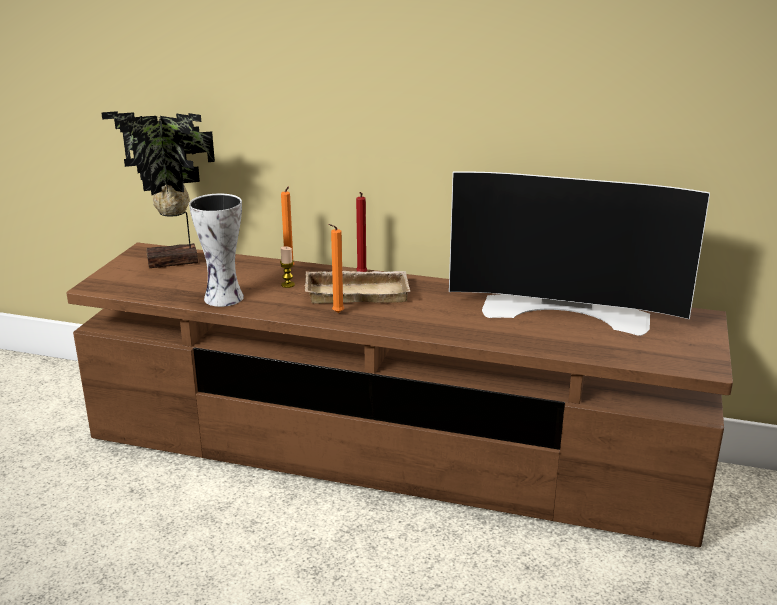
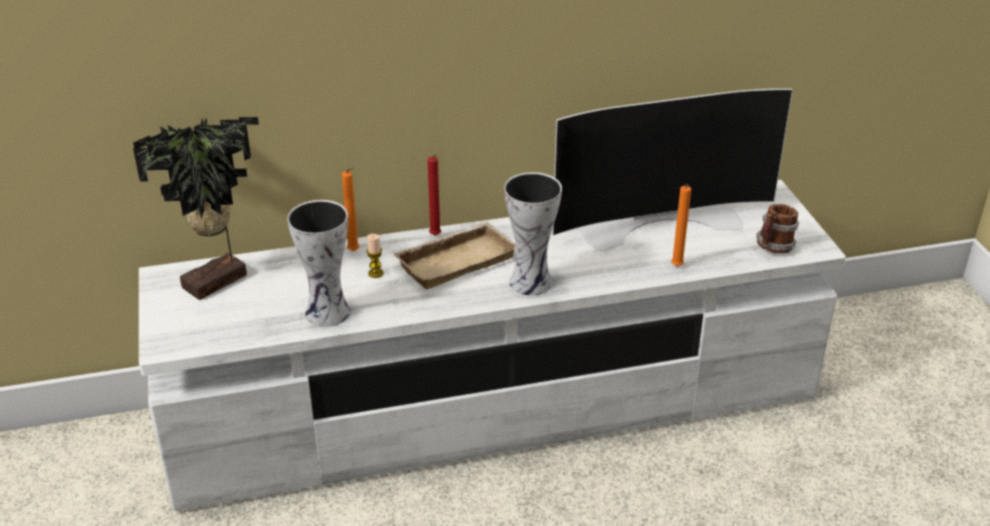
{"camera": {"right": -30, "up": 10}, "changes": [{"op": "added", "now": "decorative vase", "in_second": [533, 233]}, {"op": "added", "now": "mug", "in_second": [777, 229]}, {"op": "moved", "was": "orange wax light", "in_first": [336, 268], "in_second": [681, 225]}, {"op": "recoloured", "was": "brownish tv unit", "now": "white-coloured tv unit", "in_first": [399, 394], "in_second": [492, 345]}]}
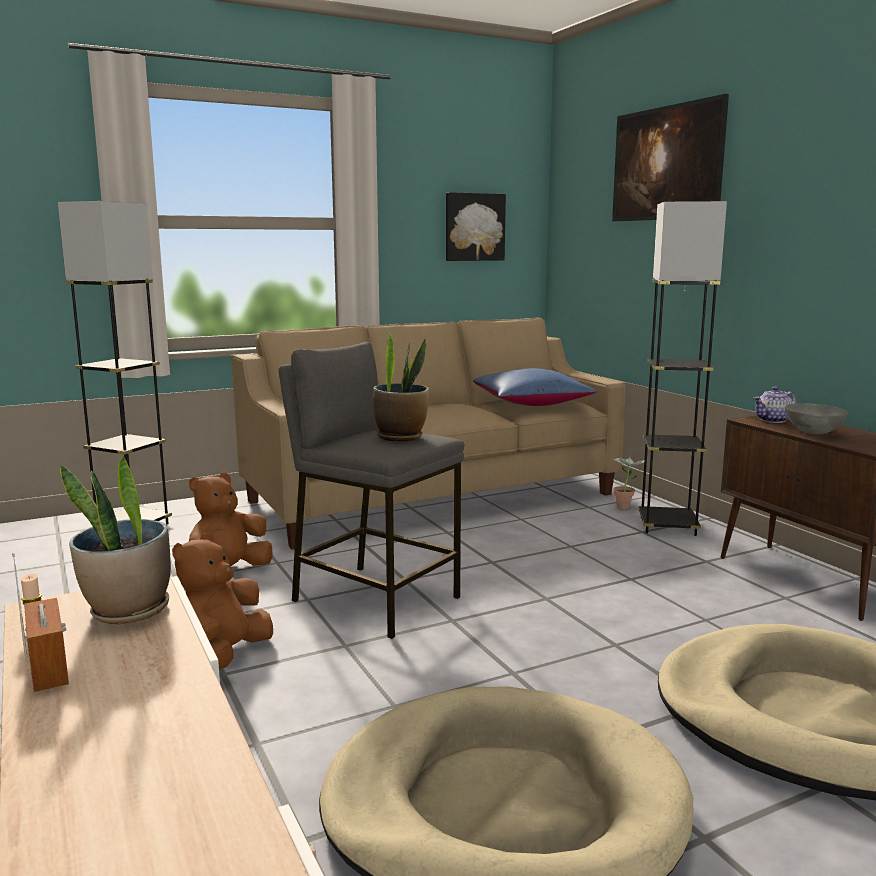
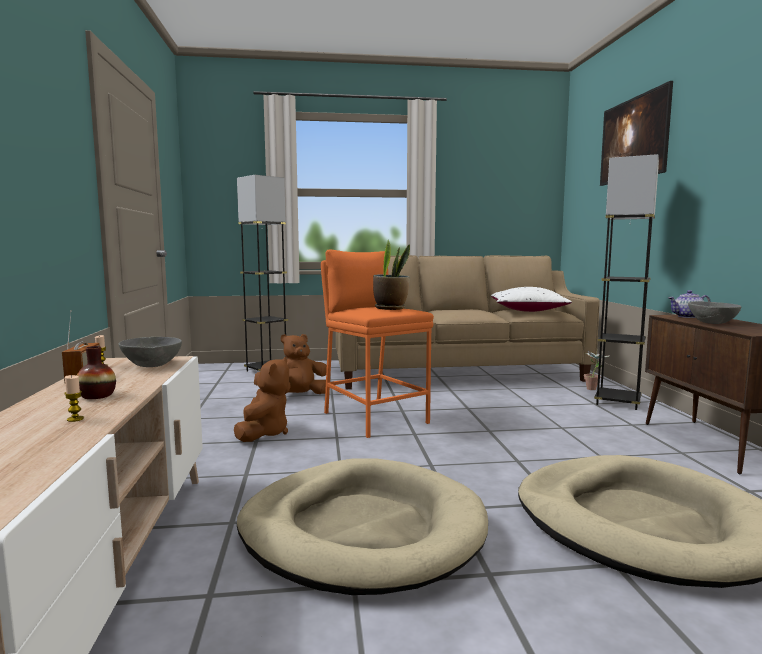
{"camera": {"right": 20, "up": -5}, "changes": [{"op": "removed", "was": "wall picture", "in_first": [476, 226]}, {"op": "added", "now": "wax light", "in_second": [74, 398]}, {"op": "added", "now": "decorative vase", "in_second": [96, 372]}, {"op": "replaced", "was": "plant in a pot", "now": "greyish serving bowl", "in_first": [115, 539], "in_second": [150, 352]}, {"op": "recoloured", "was": "greyish stool seat", "now": "orange stool seat", "in_first": [372, 490], "in_second": [377, 344]}, {"op": "recoloured", "was": "blue-coloured throw pillow", "now": "white-coloured throw pillow", "in_first": [535, 387], "in_second": [531, 299]}, {"op": "turned", "was": "brownish cuddly toy", "in_first": [222, 601], "in_second": [261, 399], "clockwise": 150}]}
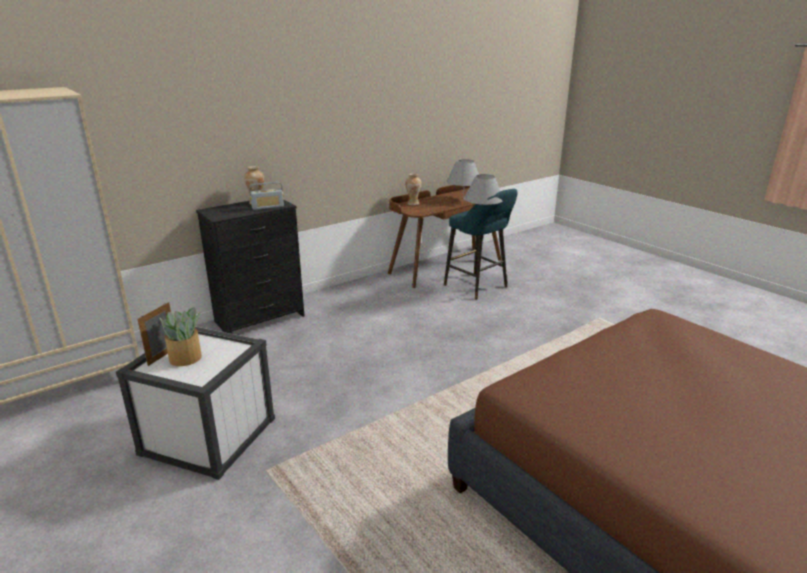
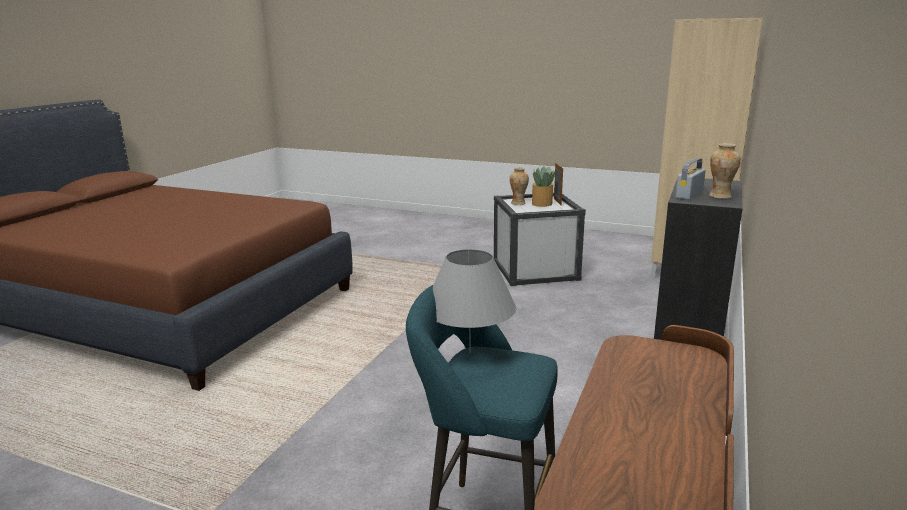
{"camera": {"right": 150, "up": -5}, "changes": [{"op": "removed", "was": "greyish table lamp", "in_first": [463, 179]}, {"op": "moved", "was": "decorative vase", "in_first": [413, 189], "in_second": [519, 186]}]}
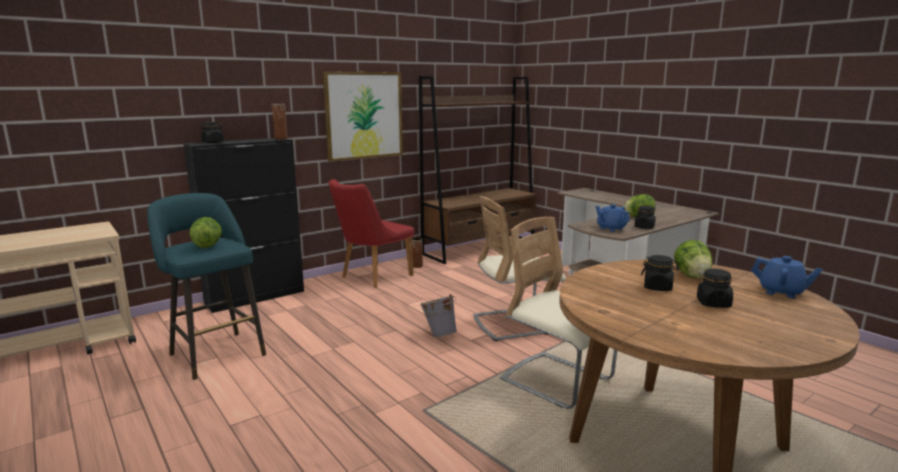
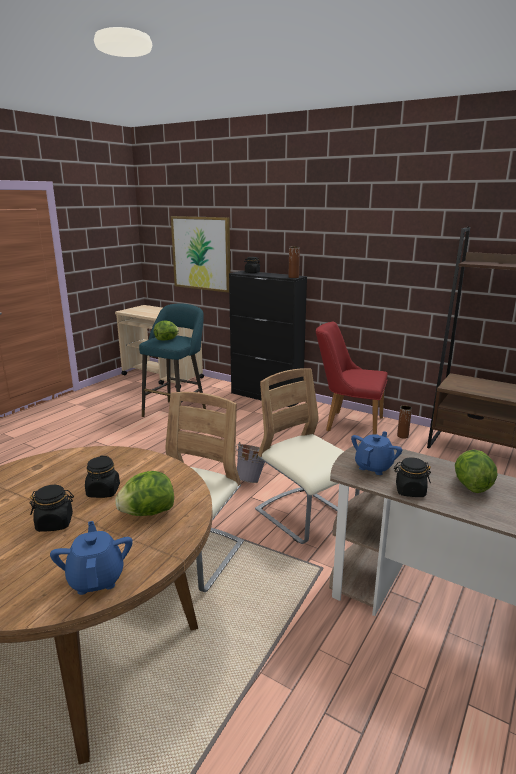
{"camera": {"right": 70, "up": 5}, "changes": [{"op": "moved", "was": "wall picture", "in_first": [363, 116], "in_second": [200, 254]}, {"op": "turned", "was": "blue-coloured teapot", "in_first": [787, 277], "in_second": [91, 558], "clockwise": 150}]}
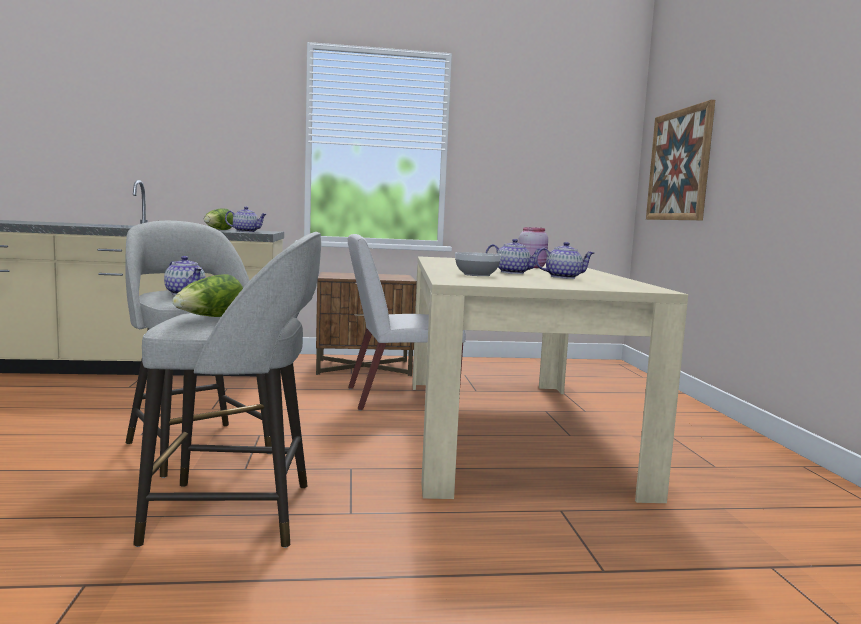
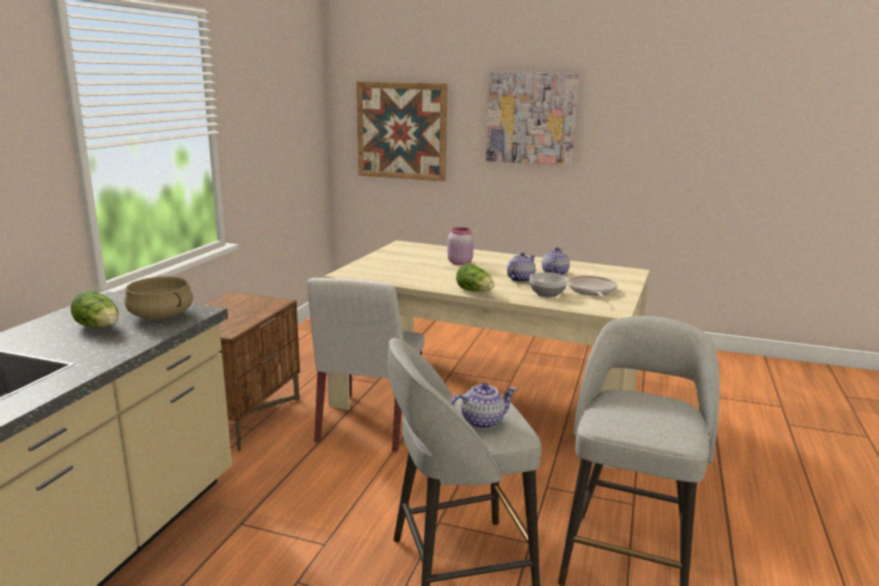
{"camera": {"right": -65, "up": 10}, "changes": [{"op": "added", "now": "wall picture", "in_second": [532, 119]}, {"op": "added", "now": "pan", "in_second": [593, 287]}, {"op": "moved", "was": "lettuce", "in_first": [207, 295], "in_second": [475, 277]}, {"op": "replaced", "was": "teapot", "now": "sand-coloured saucepot", "in_first": [246, 219], "in_second": [158, 297]}]}
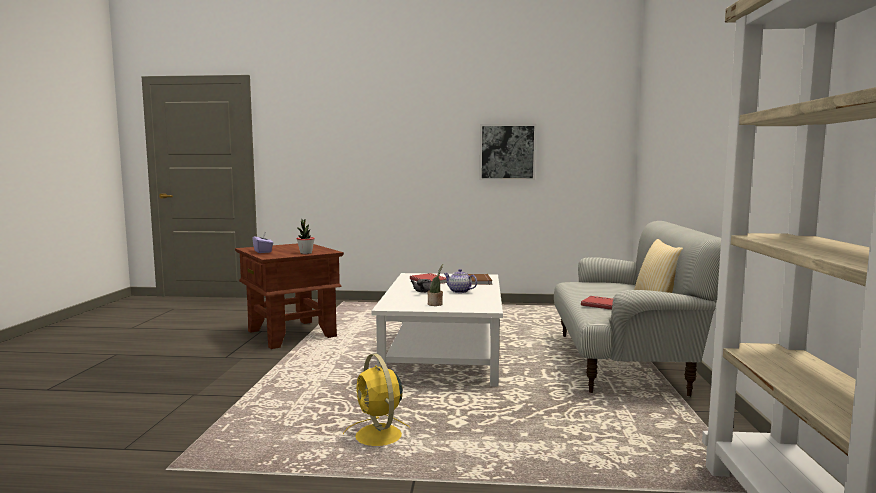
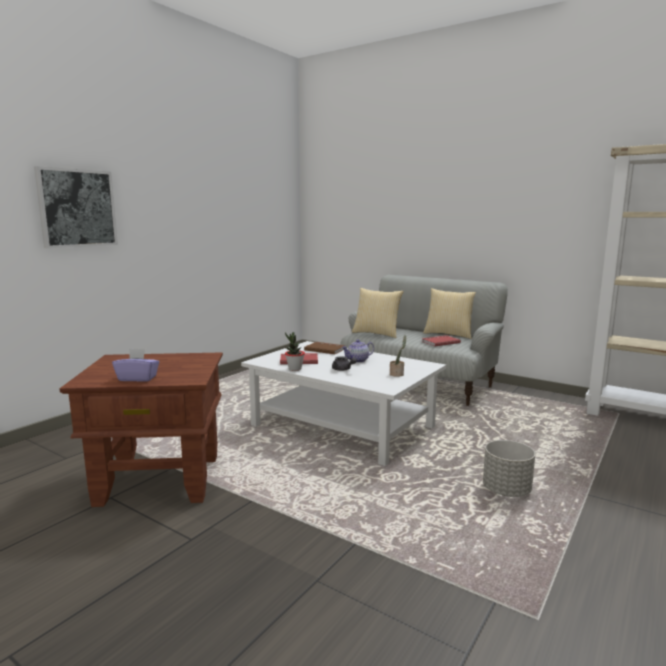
{"camera": {"right": -60, "up": 5}, "changes": [{"op": "added", "now": "throw pillow", "in_second": [378, 313]}, {"op": "moved", "was": "plant in a pot", "in_first": [306, 236], "in_second": [295, 351]}, {"op": "moved", "was": "wall picture", "in_first": [508, 152], "in_second": [76, 207]}, {"op": "replaced", "was": "yellow electric fan", "now": "greyish plant pot", "in_first": [377, 399], "in_second": [509, 468]}]}
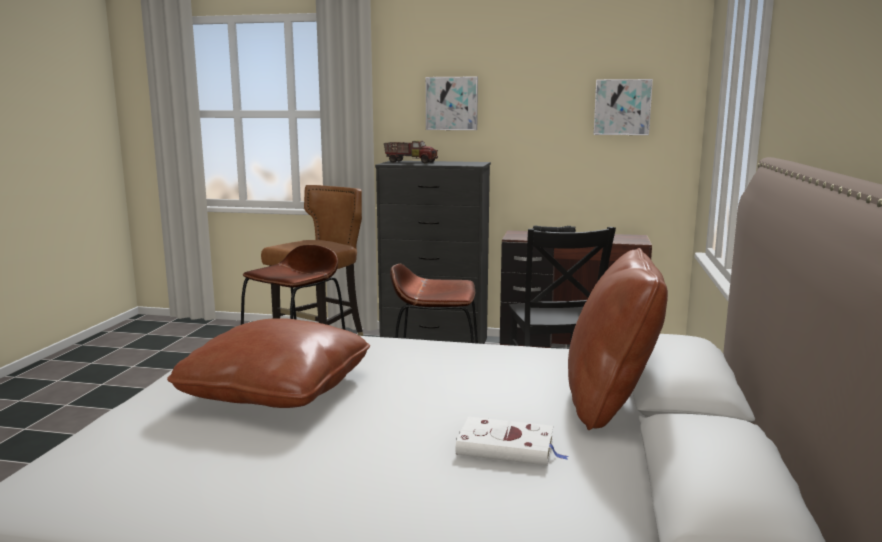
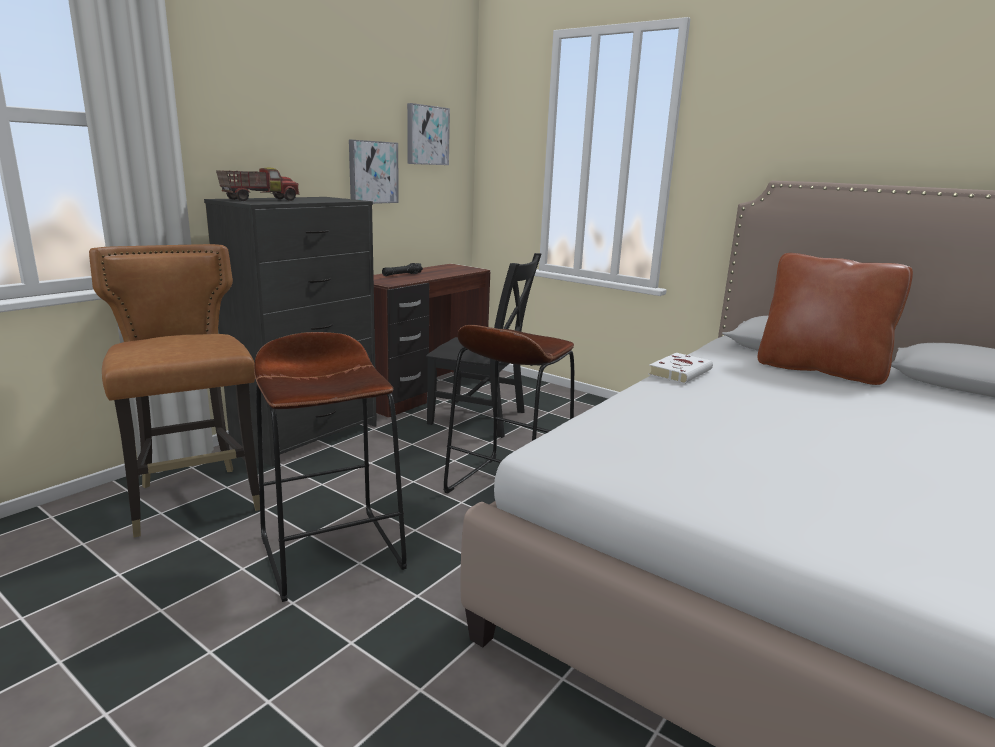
{"camera": {"right": -65, "up": 5}, "changes": [{"op": "removed", "was": "brownish throw pillow", "in_first": [268, 363]}, {"op": "moved", "was": "wall picture", "in_first": [452, 103], "in_second": [374, 172]}, {"op": "moved", "was": "white-coloured volume", "in_first": [512, 441], "in_second": [680, 368]}]}
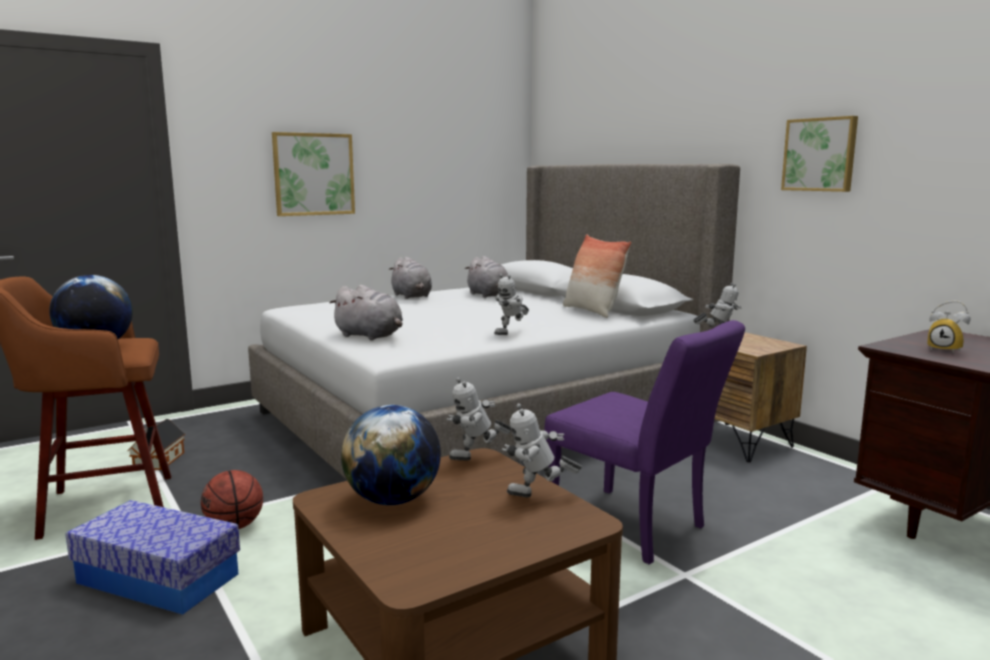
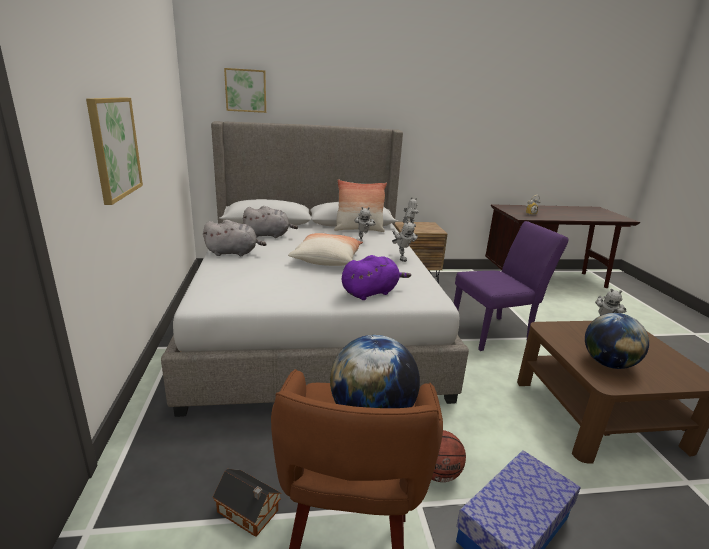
{"camera": {"right": -65, "up": 10}, "changes": [{"op": "added", "now": "throw pillow", "in_second": [325, 249]}, {"op": "moved", "was": "model robot", "in_first": [479, 419], "in_second": [365, 224]}, {"op": "moved", "was": "wall picture", "in_first": [819, 154], "in_second": [245, 90]}, {"op": "recoloured", "was": "greyish cuddly toy", "now": "purple cuddly toy", "in_first": [366, 312], "in_second": [376, 277]}]}
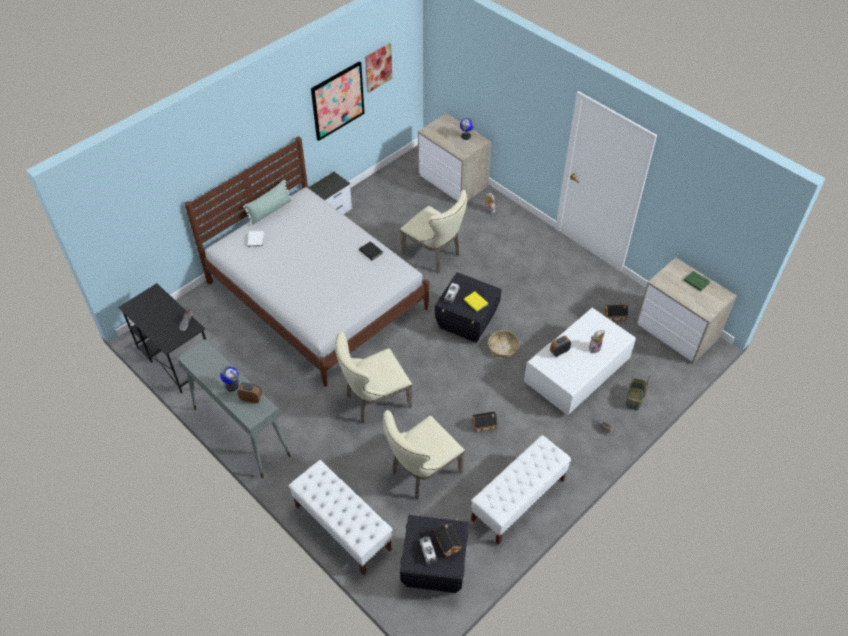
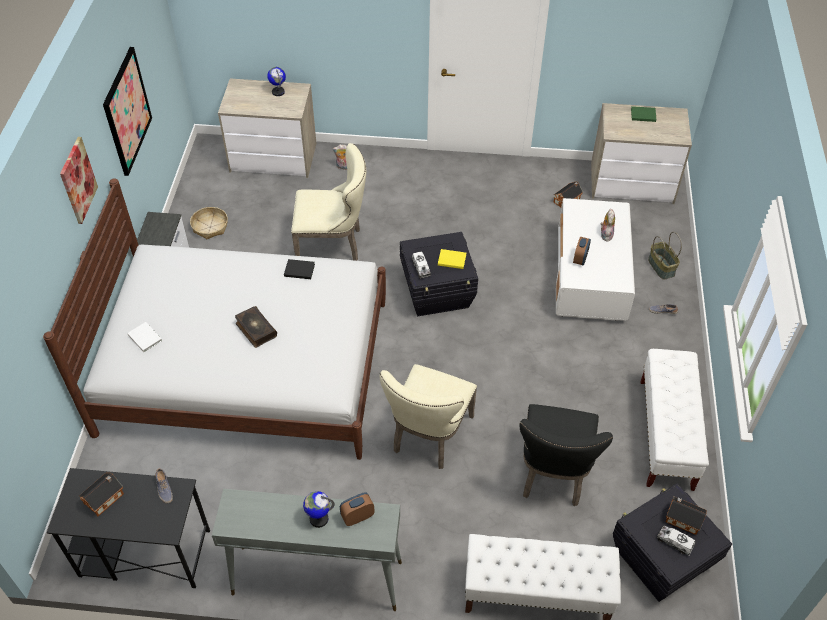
{"camera": {"right": -40, "up": 0}, "changes": [{"op": "removed", "was": "green-coloured throw pillow", "in_first": [267, 202]}, {"op": "added", "now": "volume", "in_second": [256, 327]}, {"op": "moved", "was": "wall picture", "in_first": [378, 68], "in_second": [79, 180]}, {"op": "moved", "was": "model house", "in_first": [485, 422], "in_second": [101, 494]}, {"op": "moved", "was": "storage basket", "in_first": [503, 345], "in_second": [209, 223]}, {"op": "recoloured", "was": "sand-coloured chair", "now": "blackish chair", "in_first": [424, 455], "in_second": [566, 455]}]}
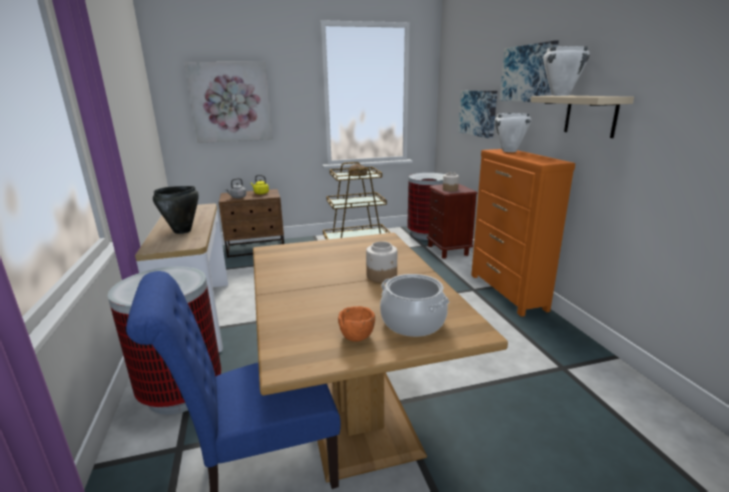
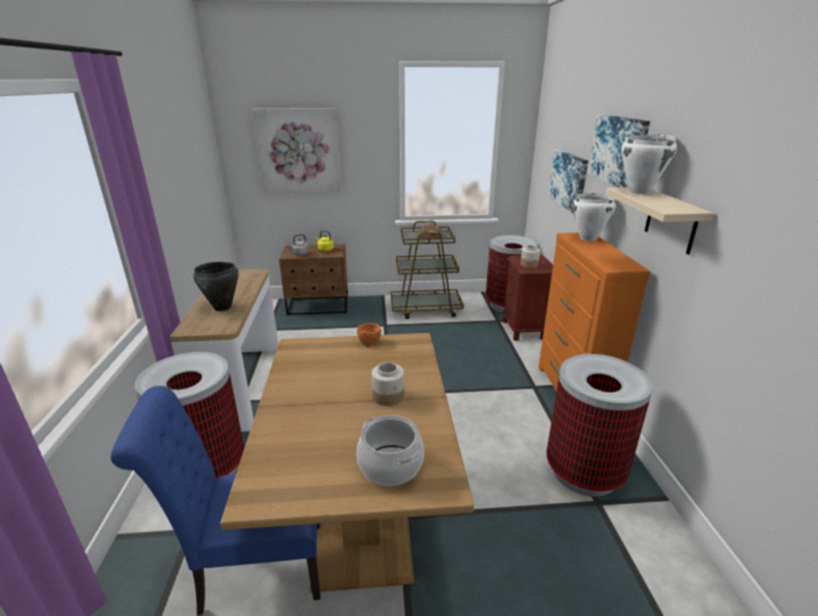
{"camera": {"right": 10, "up": 5}, "changes": [{"op": "added", "now": "trash can", "in_second": [599, 425]}, {"op": "moved", "was": "orange serving bowl", "in_first": [356, 323], "in_second": [369, 334]}]}
